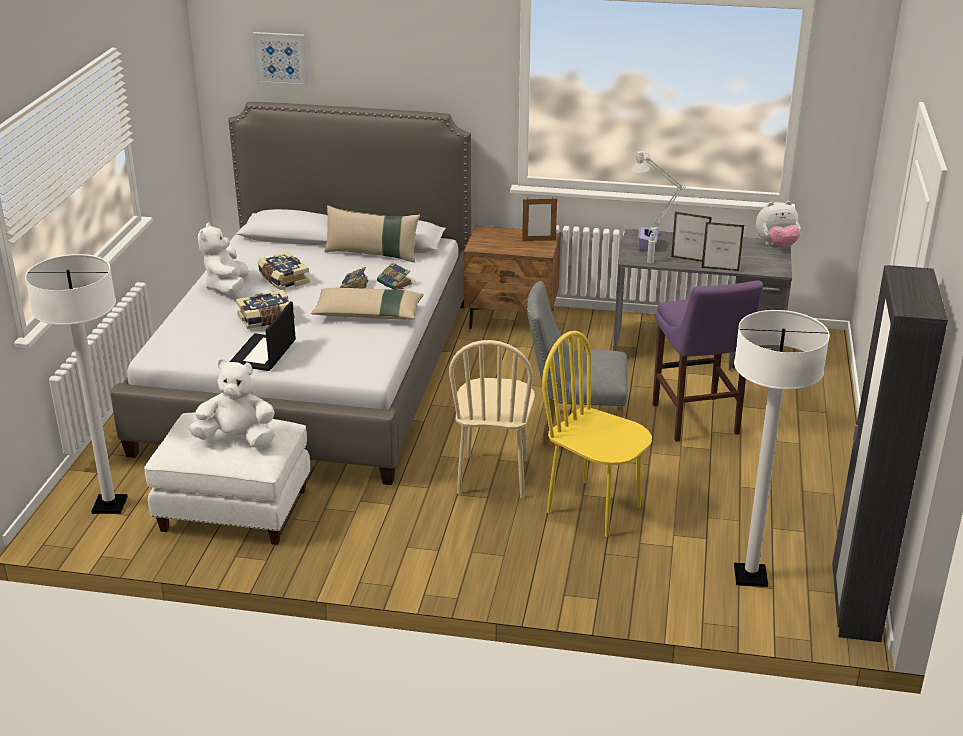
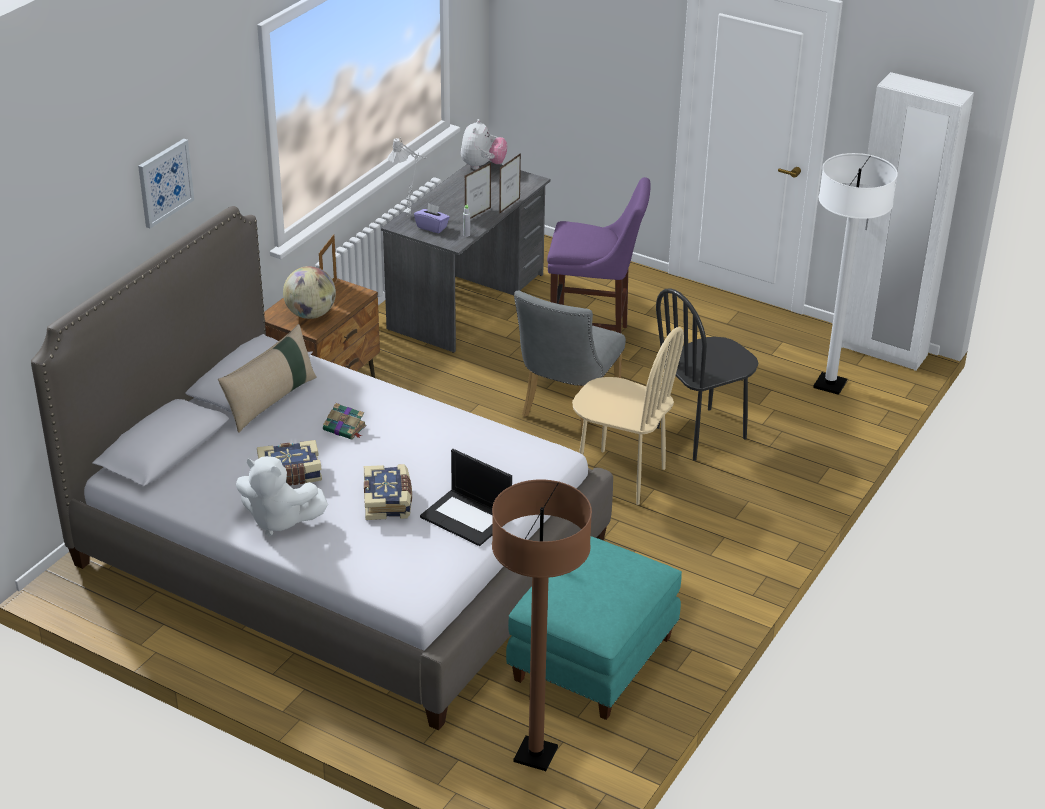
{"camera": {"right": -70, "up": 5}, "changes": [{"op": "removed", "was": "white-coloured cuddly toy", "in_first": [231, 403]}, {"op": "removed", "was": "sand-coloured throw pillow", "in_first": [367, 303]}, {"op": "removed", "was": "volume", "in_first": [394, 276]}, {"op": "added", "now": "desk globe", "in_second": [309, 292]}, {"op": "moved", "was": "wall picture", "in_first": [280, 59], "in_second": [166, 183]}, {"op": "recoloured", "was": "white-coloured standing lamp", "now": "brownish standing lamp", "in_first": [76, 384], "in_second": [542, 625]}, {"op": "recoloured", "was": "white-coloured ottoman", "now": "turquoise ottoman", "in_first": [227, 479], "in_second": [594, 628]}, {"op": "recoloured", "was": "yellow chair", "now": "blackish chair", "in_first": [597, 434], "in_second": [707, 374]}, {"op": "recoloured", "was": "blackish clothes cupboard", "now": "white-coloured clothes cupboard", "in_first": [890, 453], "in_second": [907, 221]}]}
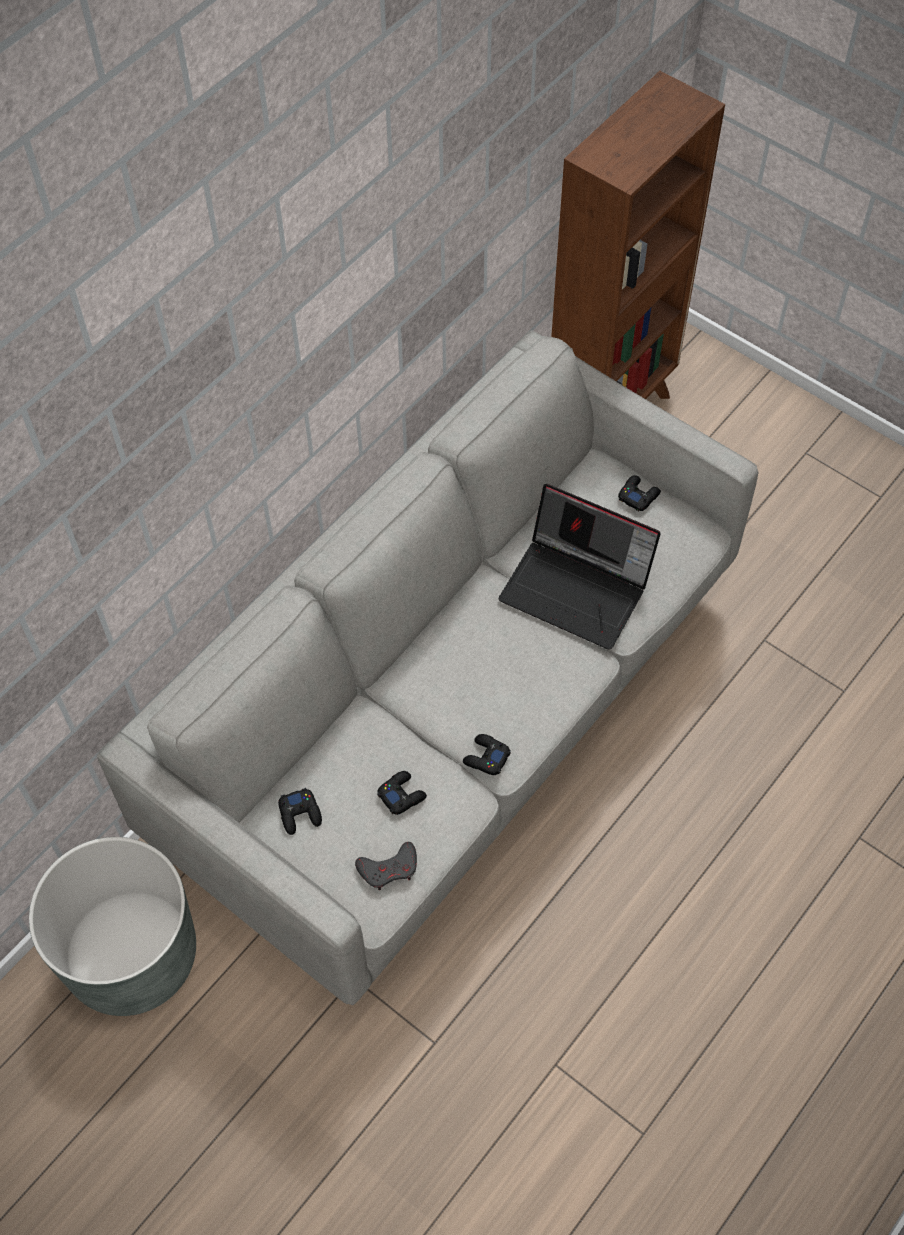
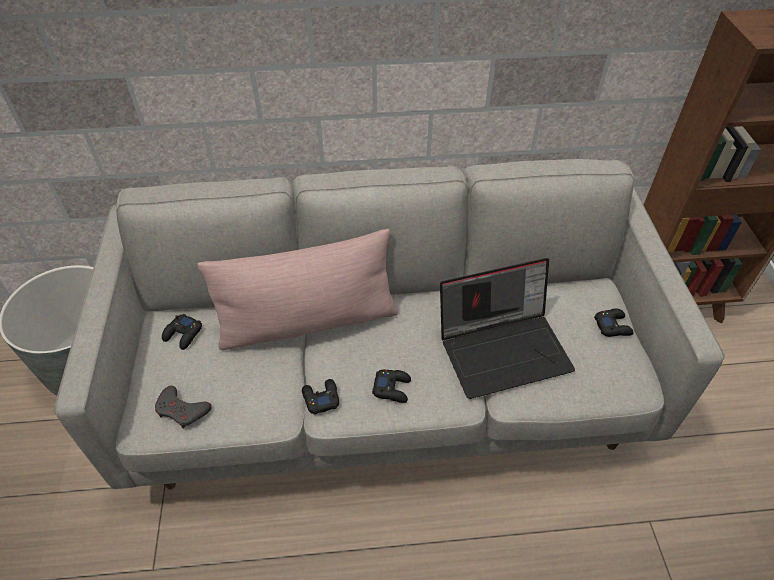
{"camera": {"right": 45, "up": -10}, "changes": [{"op": "added", "now": "pink-coloured throw pillow", "in_second": [297, 289]}, {"op": "moved", "was": "blackish joypad", "in_first": [402, 793], "in_second": [391, 386]}, {"op": "turned", "was": "notebook computer", "in_first": [579, 567], "in_second": [507, 328], "clockwise": -90}]}
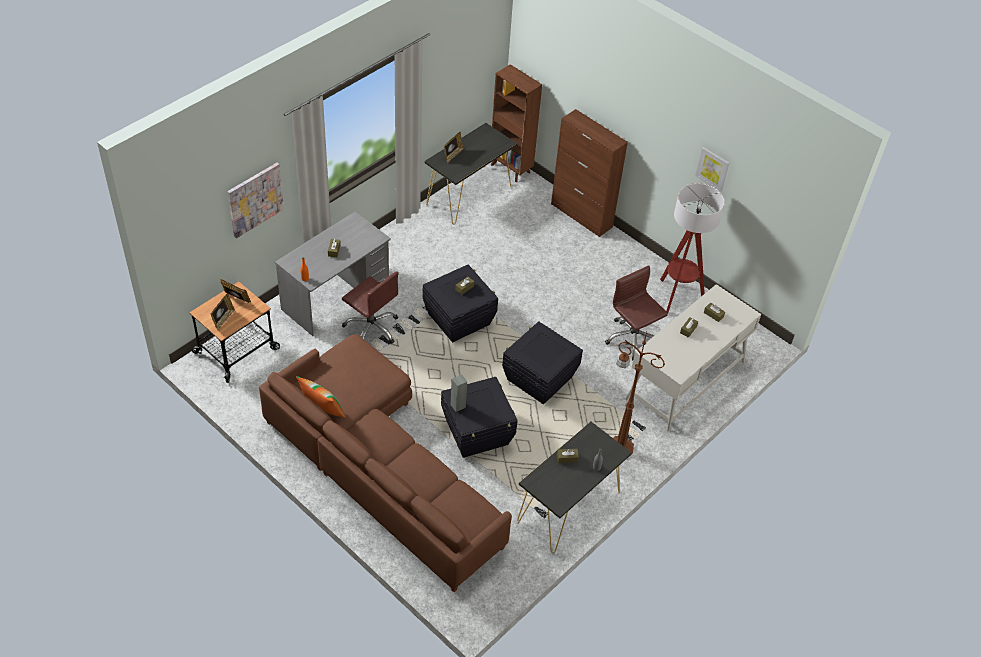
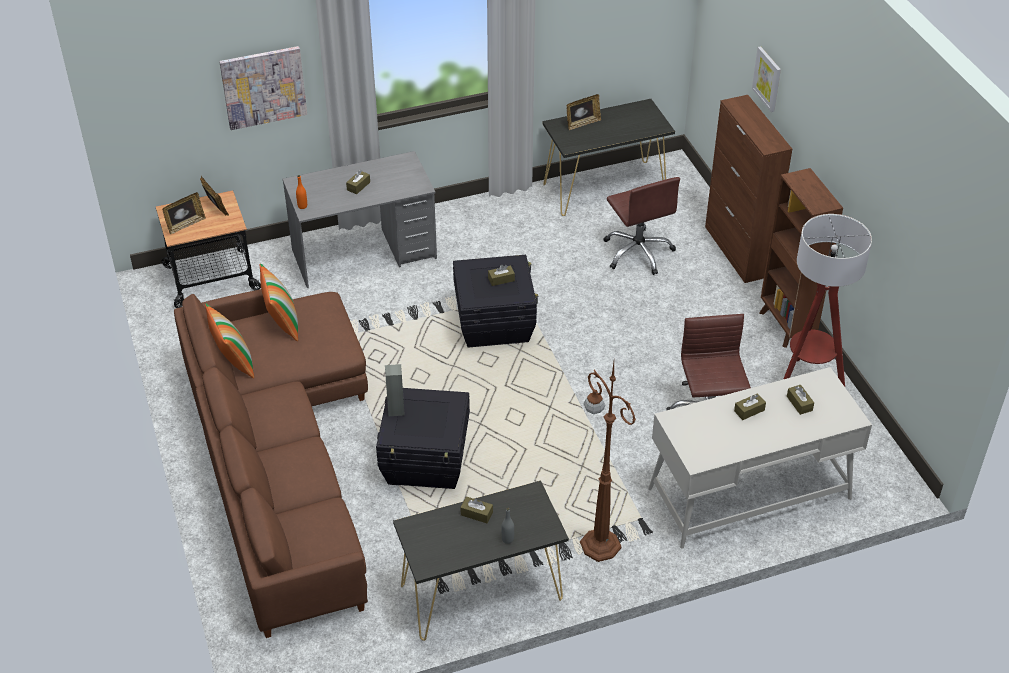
{"camera": {"right": 30, "up": -5}, "changes": [{"op": "removed", "was": "blackish storage container", "in_first": [542, 362]}, {"op": "added", "now": "throw pillow", "in_second": [279, 302]}, {"op": "moved", "was": "brownish desk chair", "in_first": [370, 307], "in_second": [641, 226]}, {"op": "moved", "was": "brownish bookcase", "in_first": [516, 123], "in_second": [801, 258]}, {"op": "moved", "was": "wall picture", "in_first": [712, 169], "in_second": [766, 79]}]}
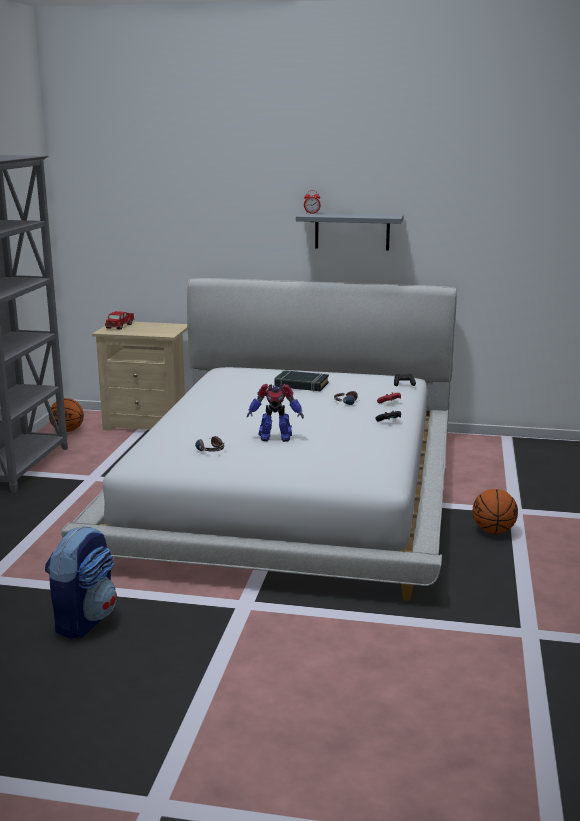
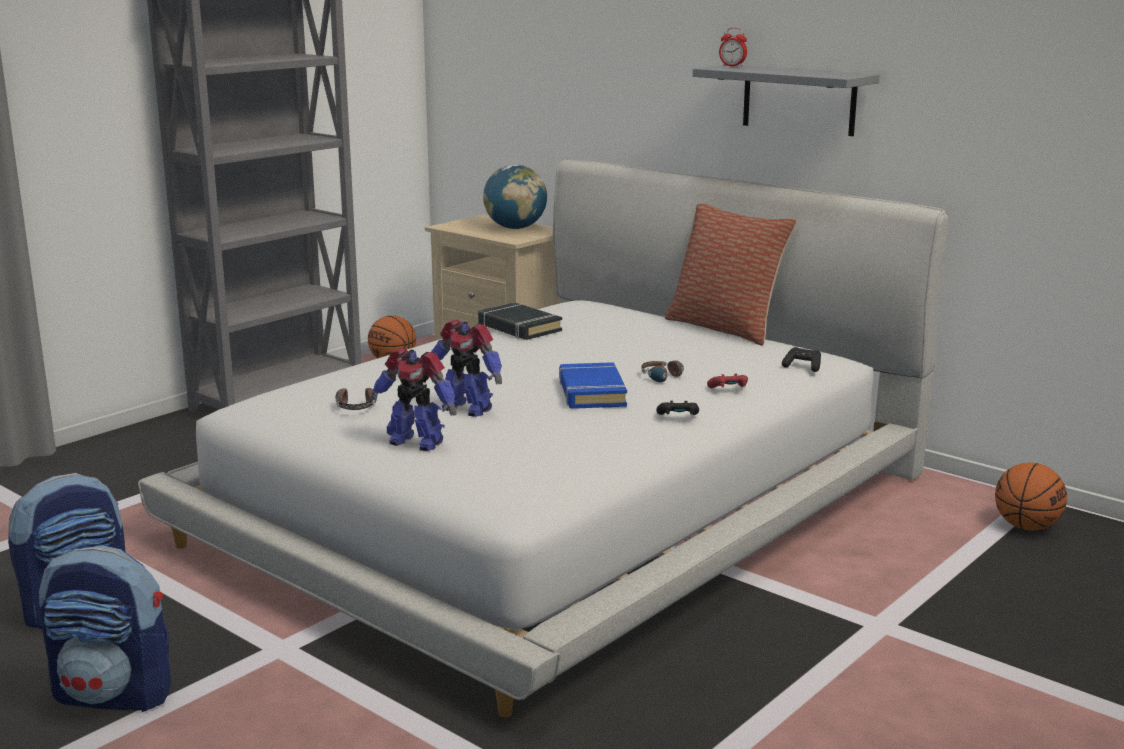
{"camera": {"right": 30, "up": 0}, "changes": [{"op": "removed", "was": "toy truck", "in_first": [120, 320]}, {"op": "added", "now": "backpack", "in_second": [105, 628]}, {"op": "added", "now": "model robot", "in_second": [412, 399]}, {"op": "added", "now": "desk globe", "in_second": [515, 197]}, {"op": "added", "now": "blue-coloured volume", "in_second": [593, 385]}, {"op": "added", "now": "throw pillow", "in_second": [731, 274]}, {"op": "moved", "was": "blackish volume", "in_first": [301, 380], "in_second": [520, 321]}, {"op": "moved", "was": "basketball ball", "in_first": [495, 511], "in_second": [1031, 496]}]}
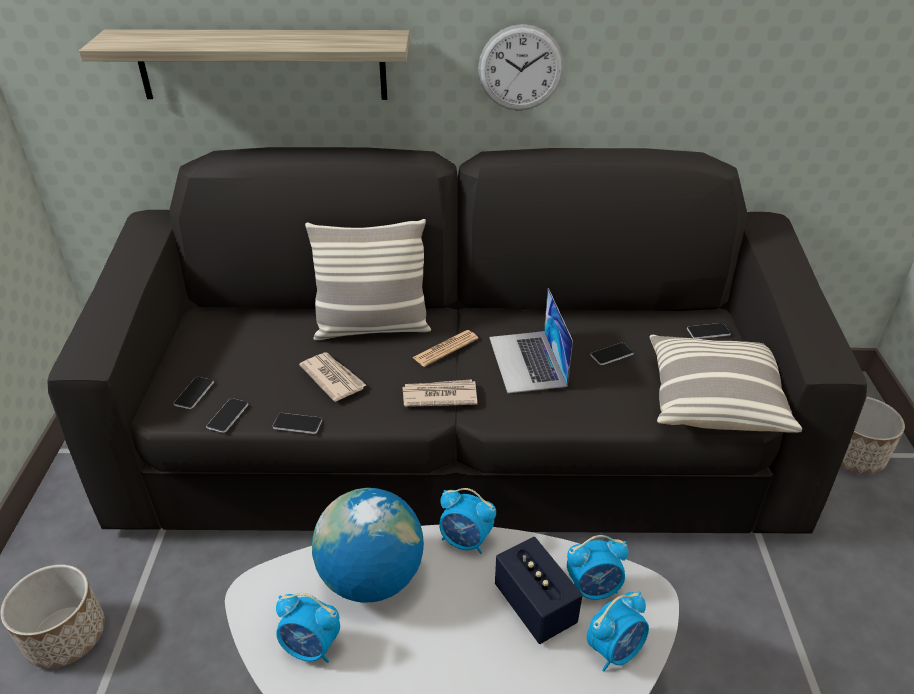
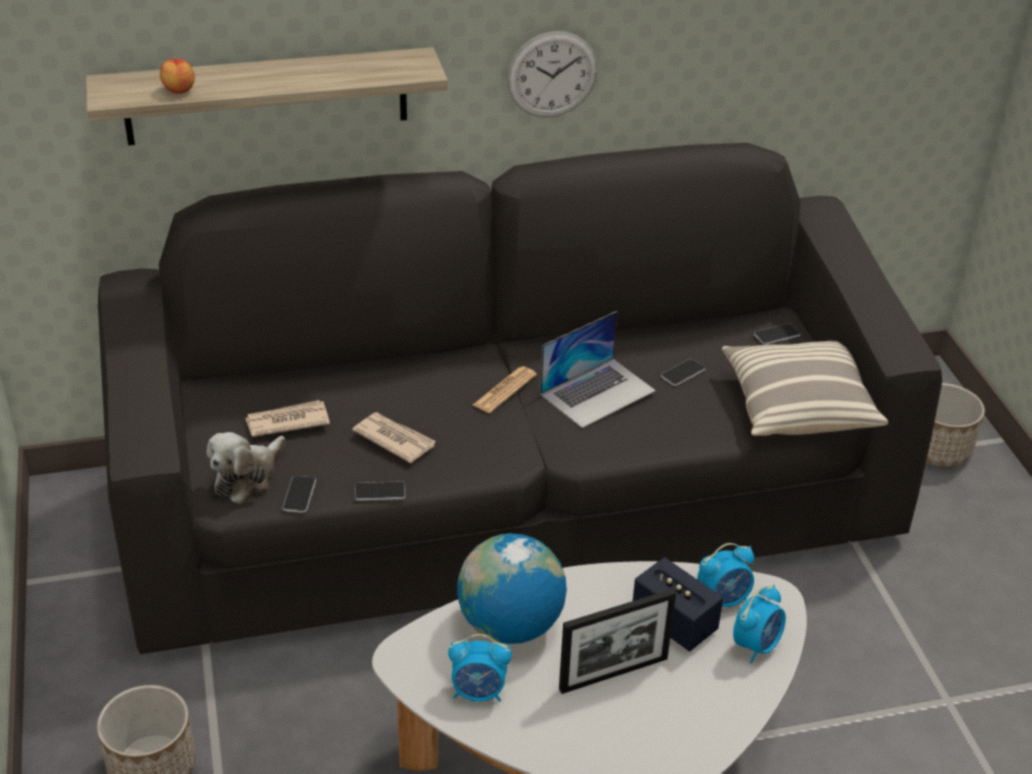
{"camera": {"right": -15, "up": 0}, "changes": [{"op": "removed", "was": "throw pillow", "in_first": [368, 279]}, {"op": "removed", "was": "bedside clock", "in_first": [467, 521]}, {"op": "added", "now": "whole apple", "in_second": [177, 76]}, {"op": "added", "now": "standing frame", "in_second": [617, 641]}, {"op": "moved", "was": "daily paper", "in_first": [439, 393], "in_second": [287, 418]}, {"op": "replaced", "was": "phone", "now": "cuddly toy", "in_first": [193, 393], "in_second": [246, 468]}, {"op": "turned", "was": "notebook computer", "in_first": [531, 341], "in_second": [598, 369], "clockwise": -105}]}
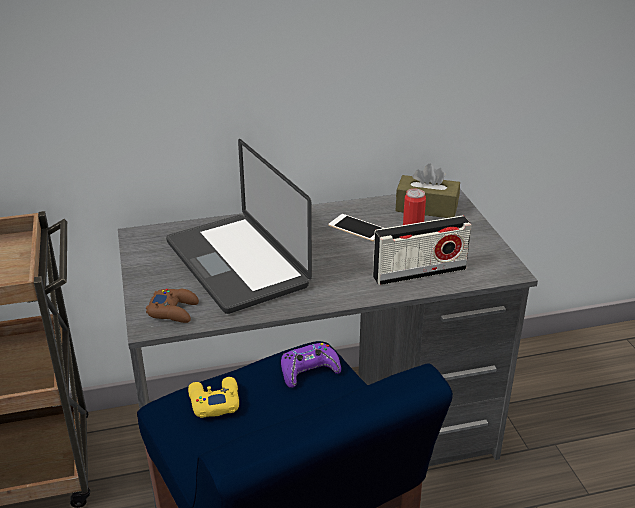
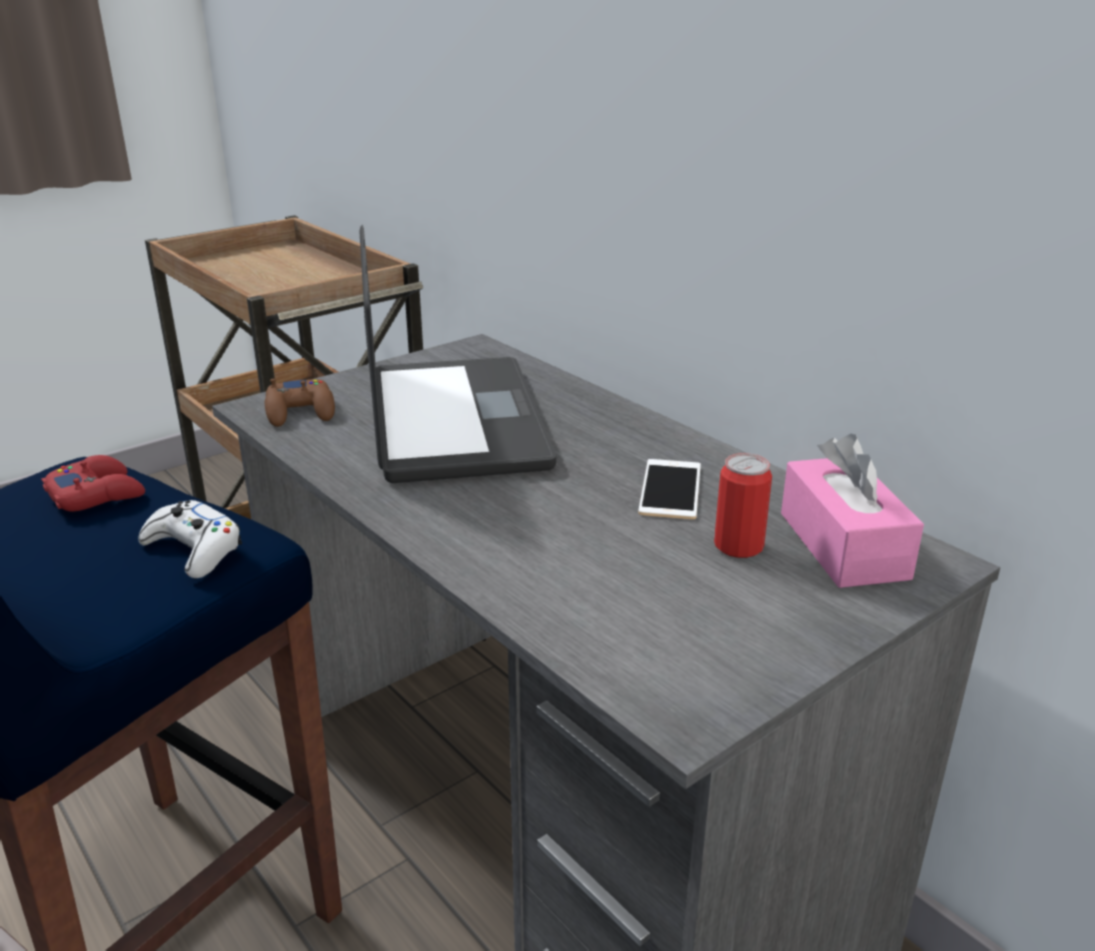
{"camera": {"right": 65, "up": -5}, "changes": [{"op": "removed", "was": "radio", "in_first": [422, 250]}, {"op": "recoloured", "was": "yellow joypad", "now": "red joypad", "in_first": [213, 397], "in_second": [93, 483]}, {"op": "recoloured", "was": "purple joypad", "now": "white-coloured joypad", "in_first": [311, 365], "in_second": [190, 539]}, {"op": "recoloured", "was": "brownish tissue box", "now": "pink-coloured tissue box", "in_first": [427, 191], "in_second": [852, 511]}, {"op": "turned", "was": "notebook computer", "in_first": [239, 226], "in_second": [458, 354], "clockwise": 135}]}
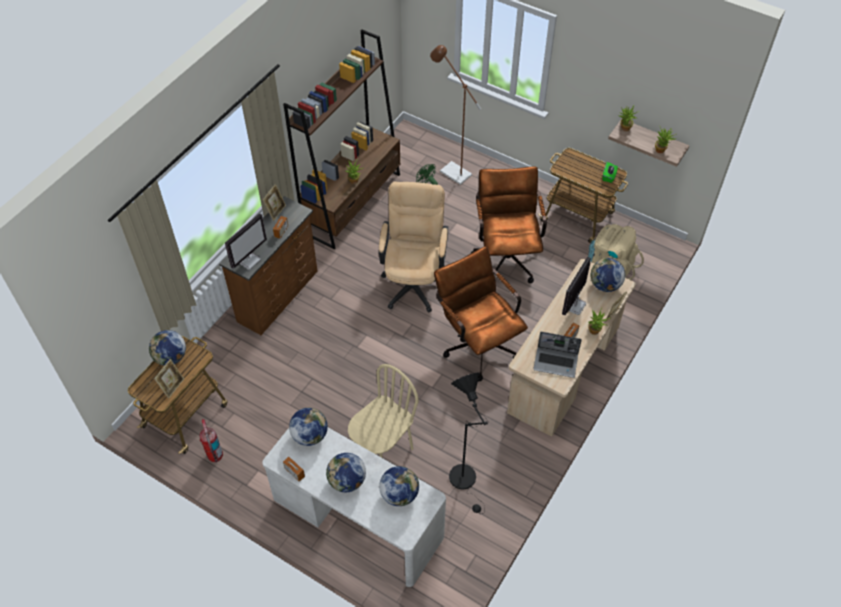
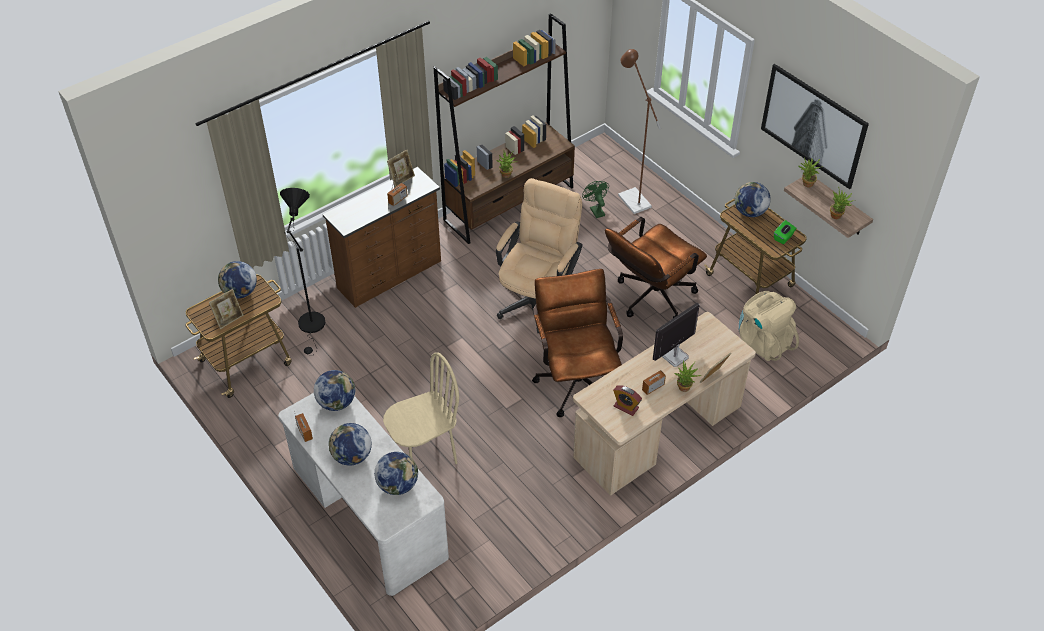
{"camera": {"right": 20, "up": -5}, "changes": [{"op": "removed", "was": "extinguisher", "in_first": [211, 440]}, {"op": "removed", "was": "monitor", "in_first": [246, 241]}, {"op": "added", "now": "wall picture", "in_second": [815, 126]}, {"op": "moved", "was": "blackish standing lamp", "in_first": [468, 443], "in_second": [303, 271]}, {"op": "moved", "was": "desk globe", "in_first": [607, 275], "in_second": [753, 199]}, {"op": "replaced", "was": "notebook computer", "now": "bedside clock", "in_first": [557, 355], "in_second": [627, 400]}, {"op": "turned", "was": "brownish desk chair", "in_first": [508, 225], "in_second": [656, 267], "clockwise": -150}]}
